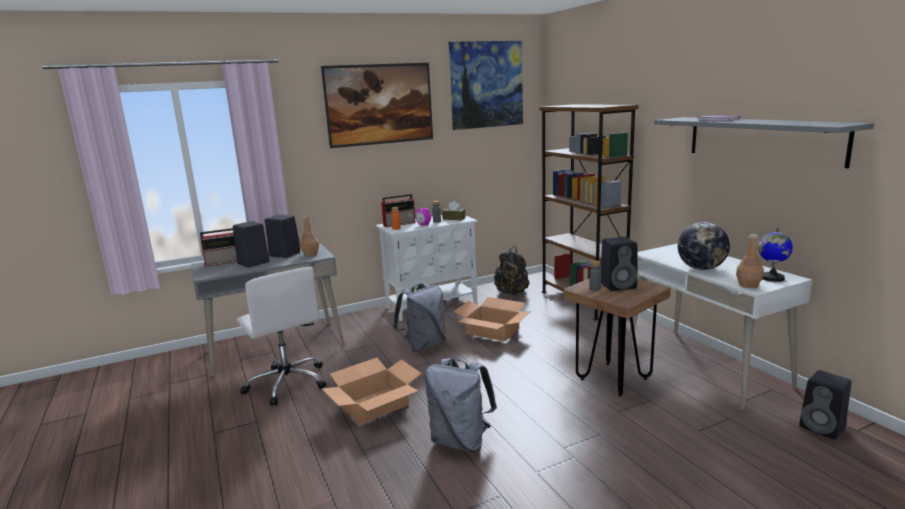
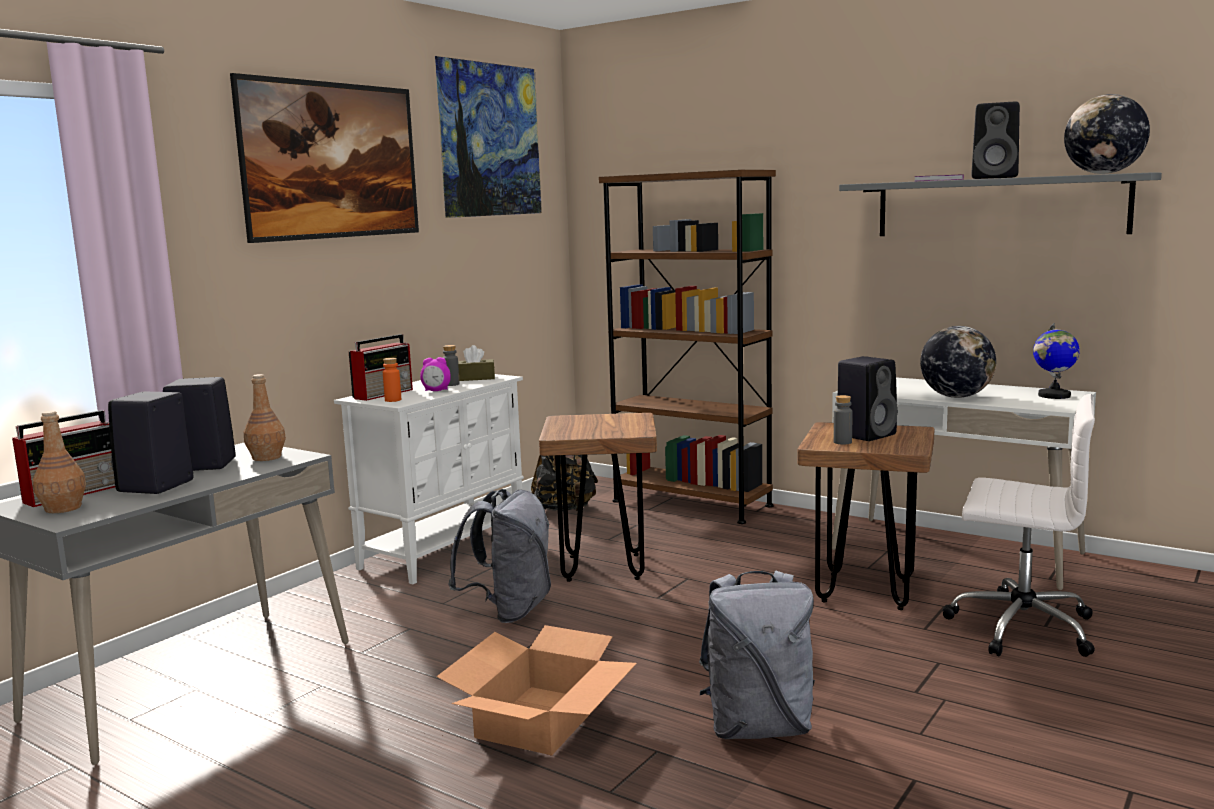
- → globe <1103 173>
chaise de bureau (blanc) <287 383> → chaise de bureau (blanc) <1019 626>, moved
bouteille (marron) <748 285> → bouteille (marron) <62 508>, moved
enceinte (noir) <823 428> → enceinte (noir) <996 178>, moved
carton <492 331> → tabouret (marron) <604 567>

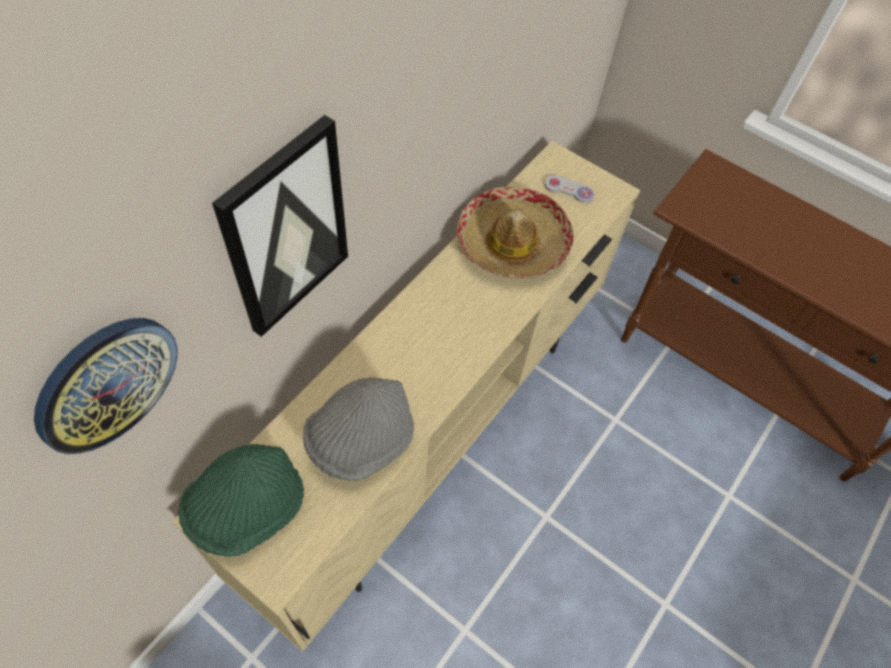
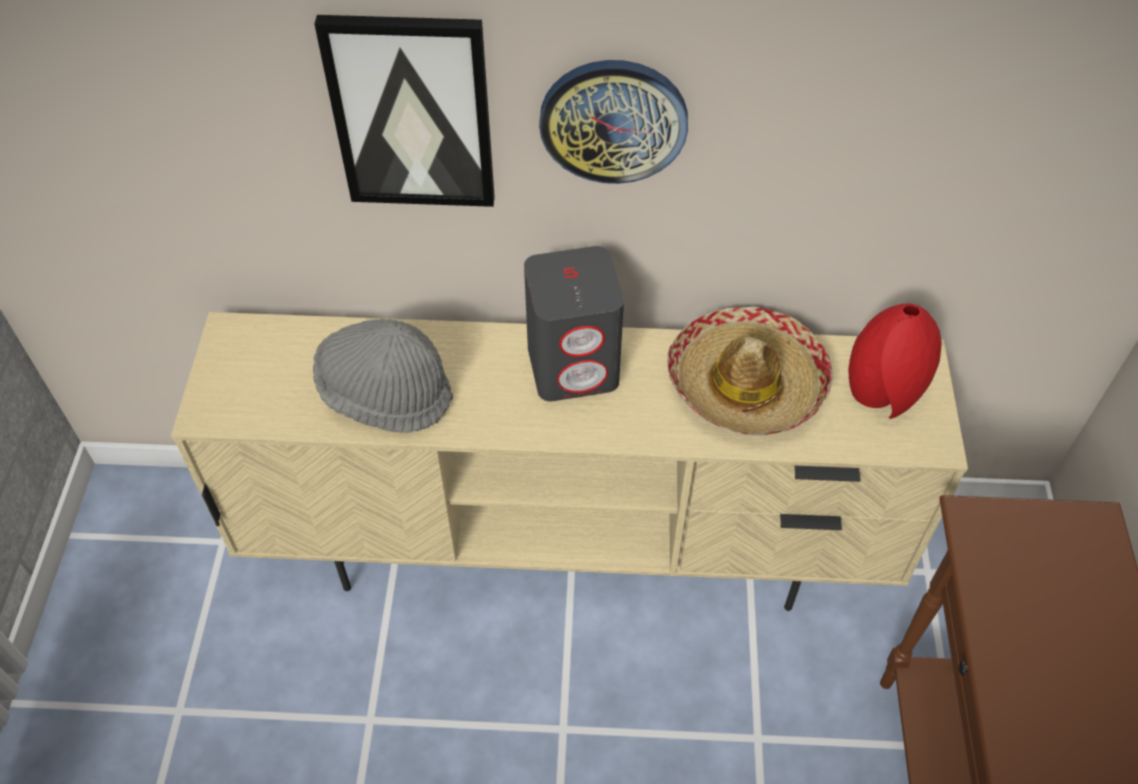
chapeau (vert) <247 509> → -
- → enceinte (gris) <574 365>
horloge murale <107 383> → horloge murale <613 120>, moved
manette (blanc) <568 190> → vase (rouge) <883 395>

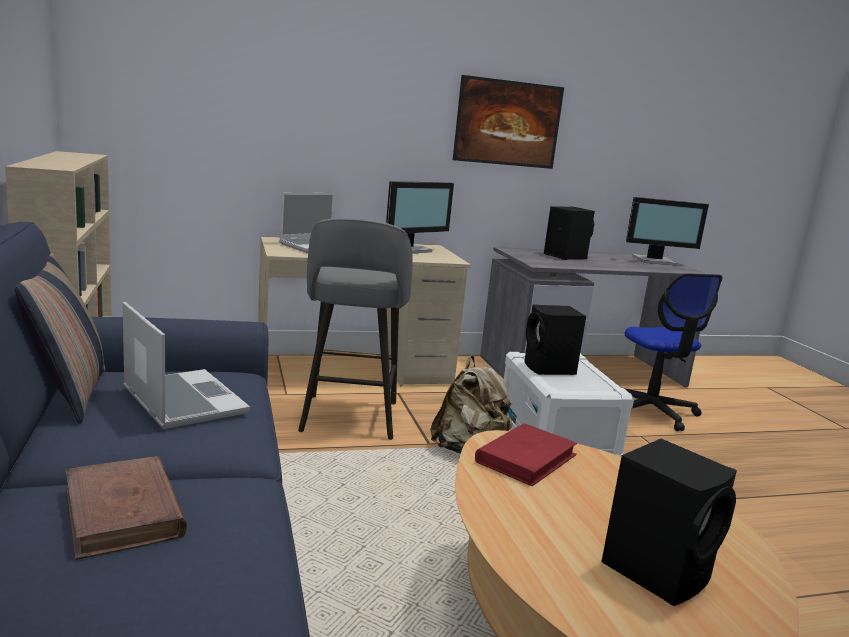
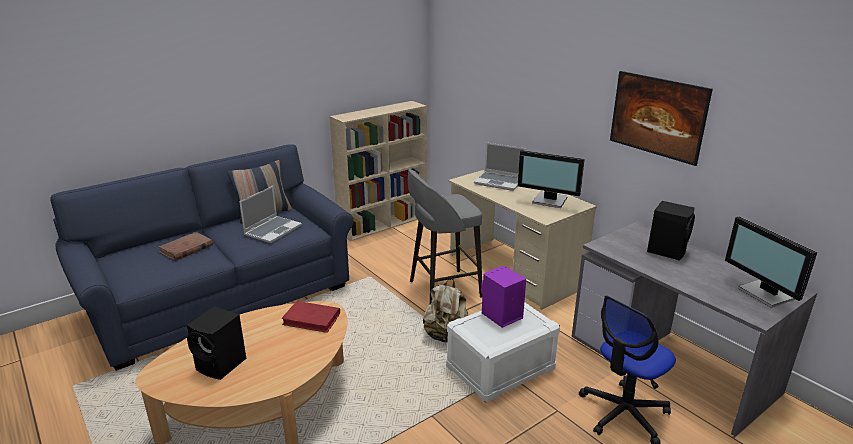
enceinte (noir) <549 369> → enceinte (violet) <500 316>

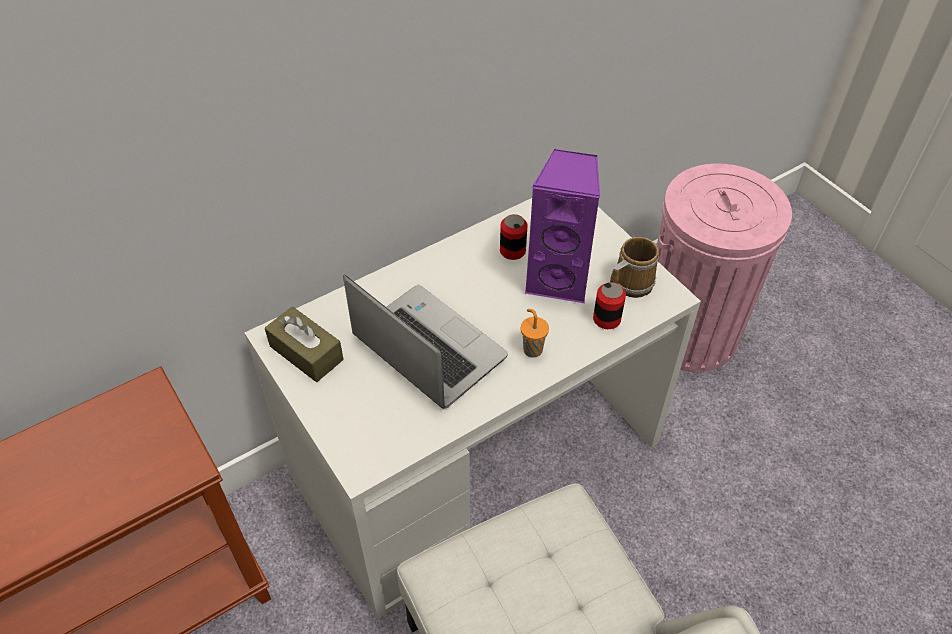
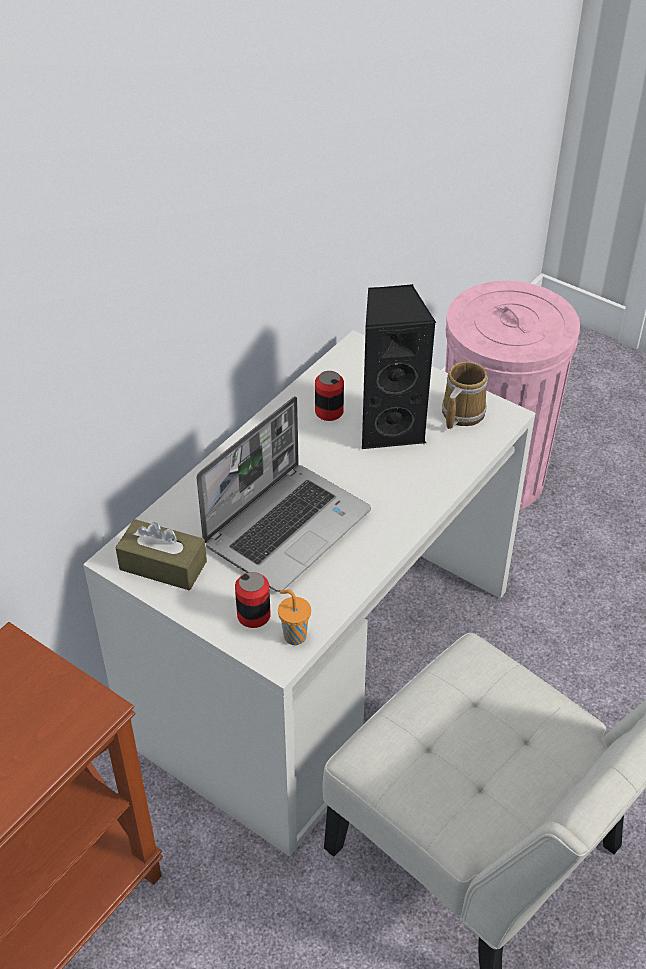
tasse (orange) <532 349> → tasse (orange) <294 635>, moved
boîte métallique <606 319> → boîte métallique <253 615>, moved
enceinte (violet) <559 280> → enceinte (noir) <390 427>
ordinateur portable <426 348> → ordinateur portable <287 526>, 105 degrees clockwise

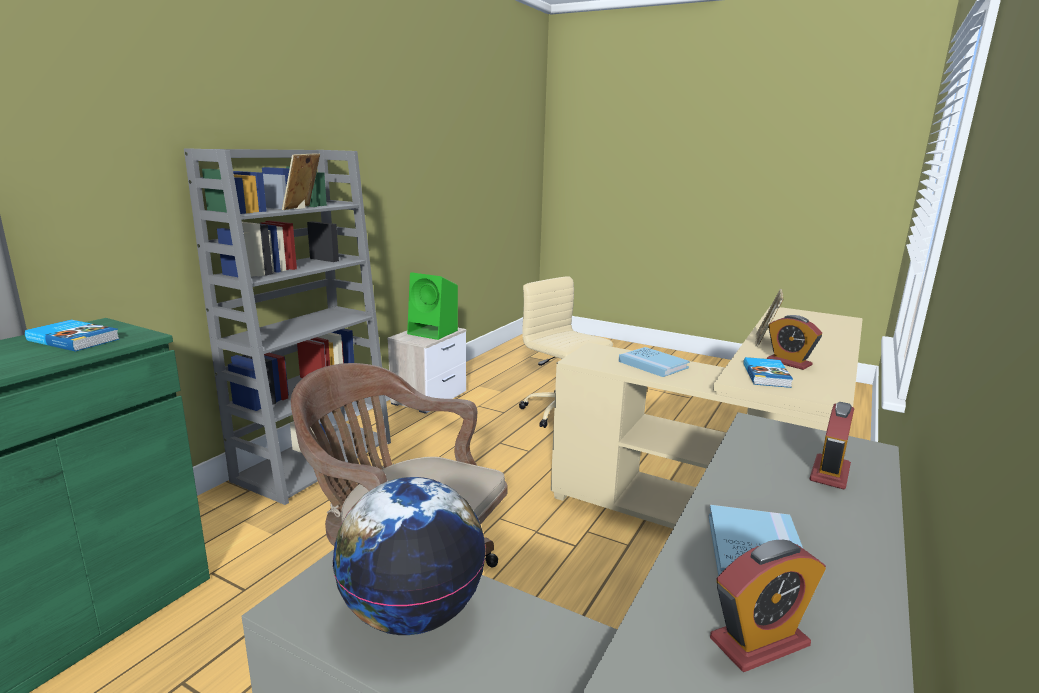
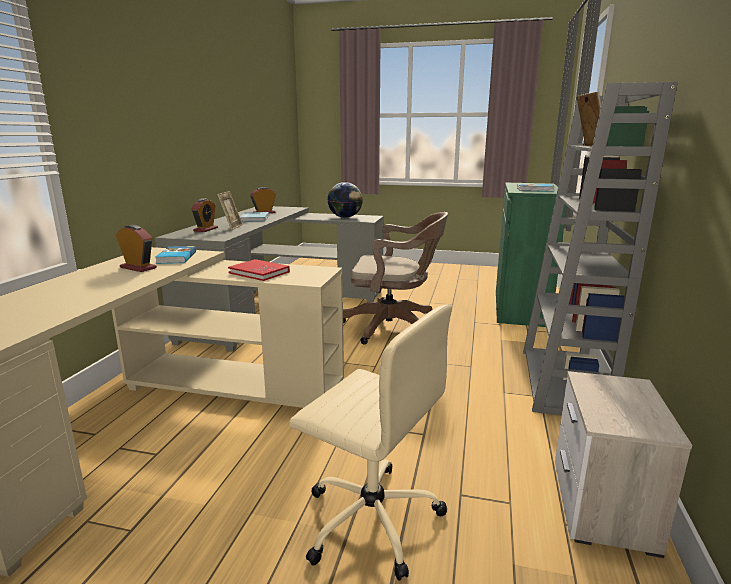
enceinte (vert) <434 332> → -
cadre photo <765 341> → cadre photo <232 227>, moved
livre (bleu) <653 364> → livre (rouge) <259 272>

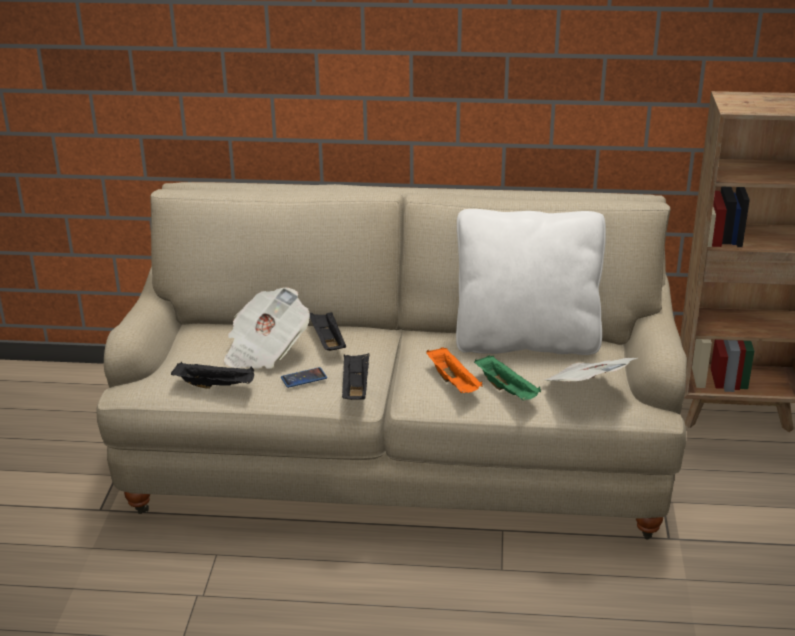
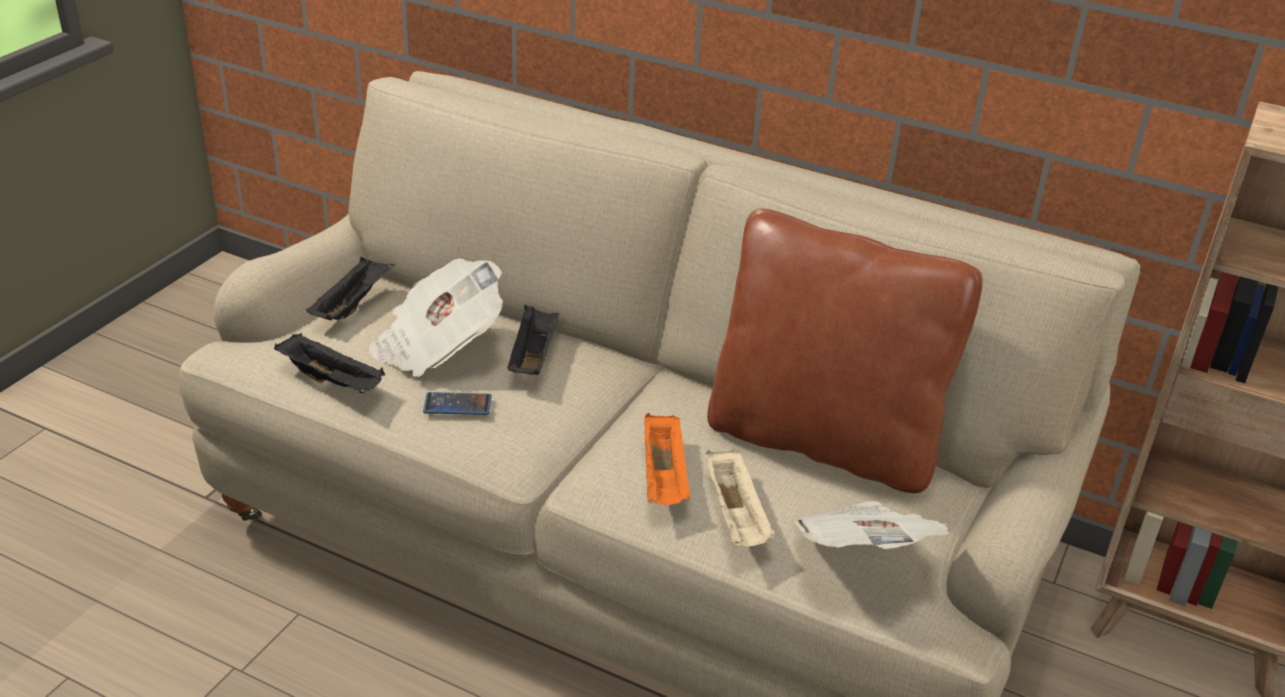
plateau (noir) <355 388> → plateau (noir) <352 304>, moved
coussin (blanc) <526 342> → coussin (marron) <823 440>
plateau (vert) <507 390> → plateau (beige) <736 516>

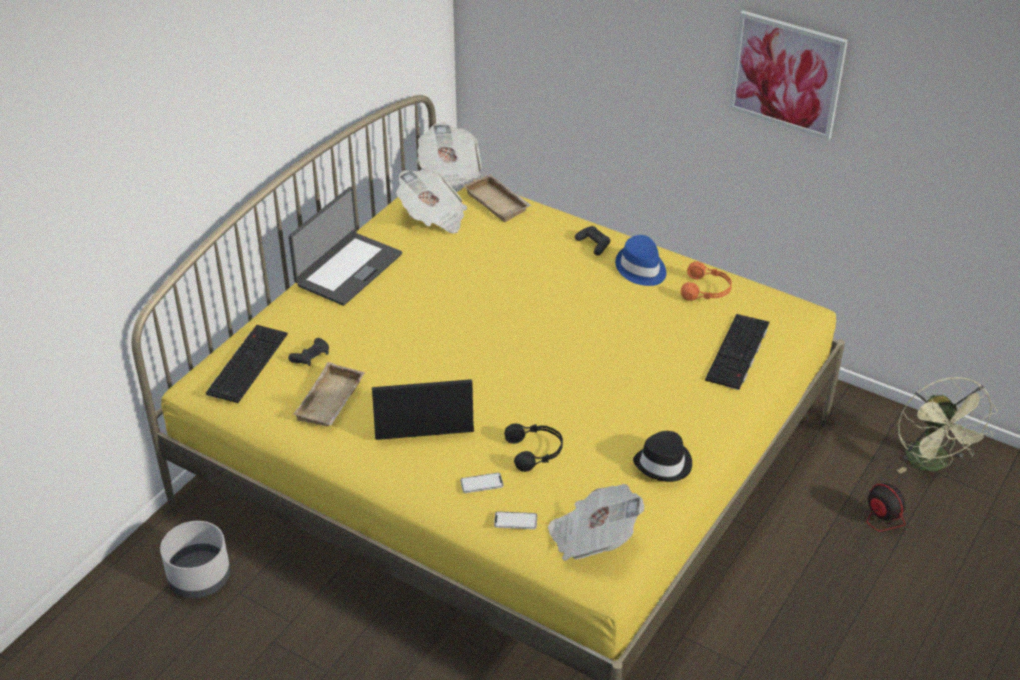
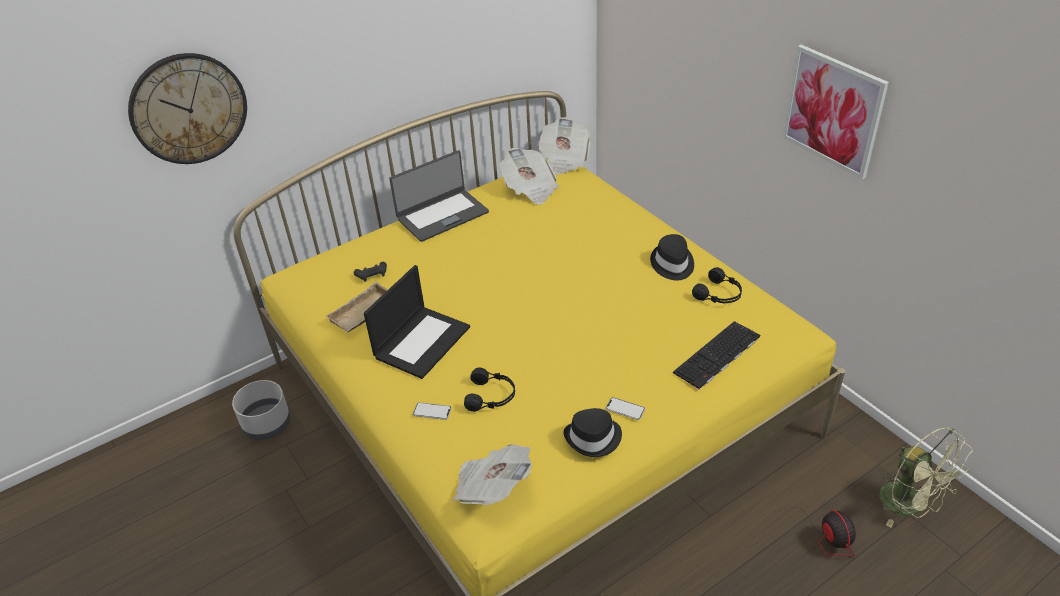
clavier <246 362> → -
plateau (beige) <499 202> → -
manette (noir) <593 244> → -
- → horloge murale <188 109>
téléphone <515 521> → téléphone <625 409>, moved
chapeau (bleu) <641 269> → chapeau (noir) <672 264>
casque audio (orange) <706 290> → casque audio (noir) <719 294>
ordinateur portable <421 415> → ordinateur portable <422 341>, 105 degrees clockwise
ventilateur (vert) <932 464> → ventilateur (vert) <909 505>, 45 degrees counterclockwise

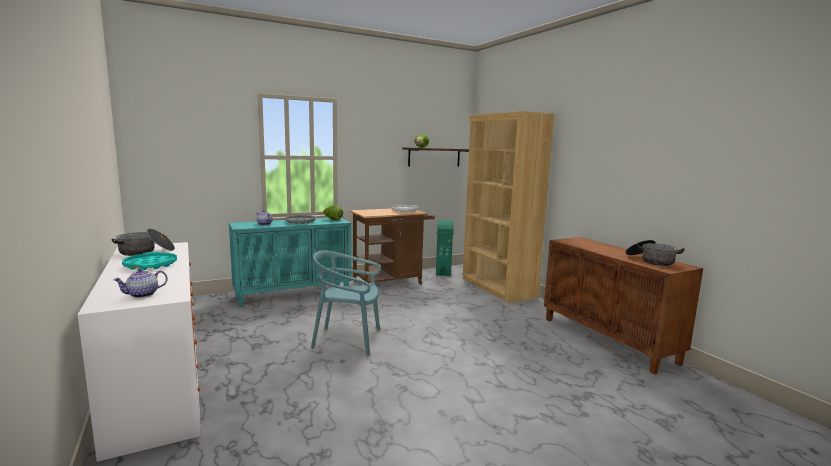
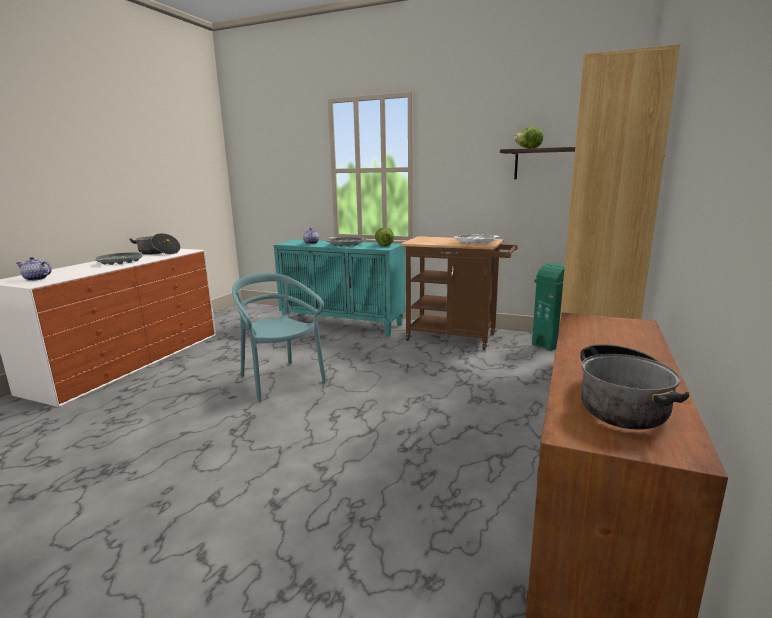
plateau (turquoise) <151 265> → plateau (gris) <120 262>

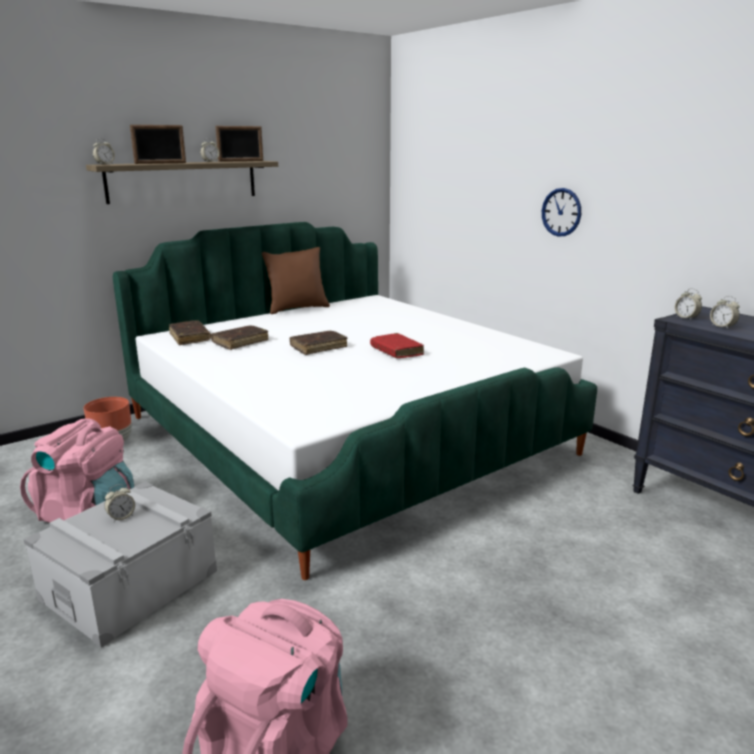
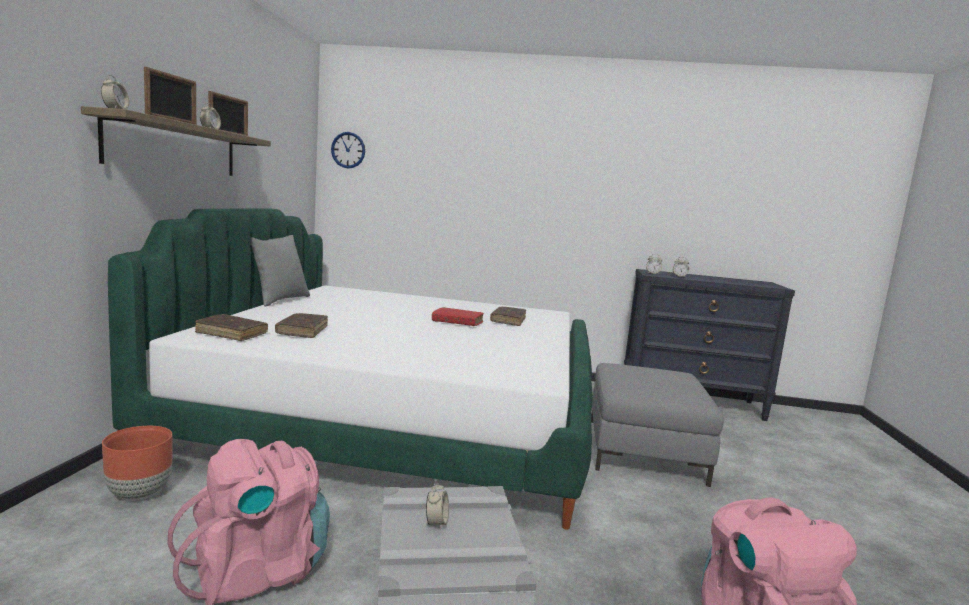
- → pouf (gris) <643 450>
livre (marron) <318 347> → livre (marron) <508 321>, moved
horloge murale <561 212> → horloge murale <348 150>, moved
coussin (marron) <297 308> → coussin (gris) <280 300>

